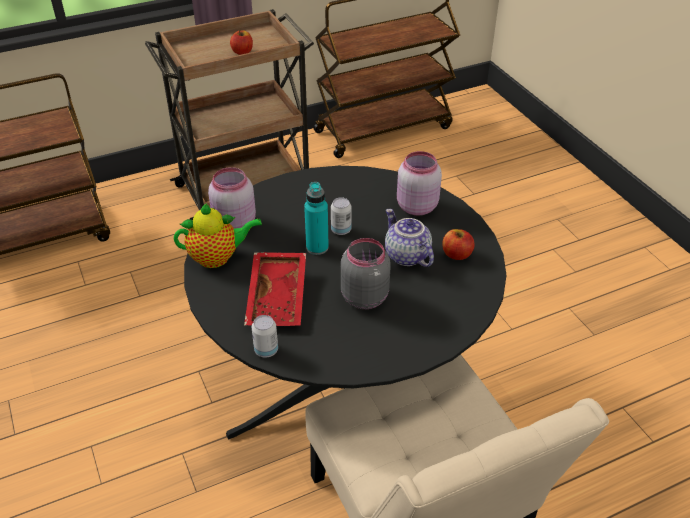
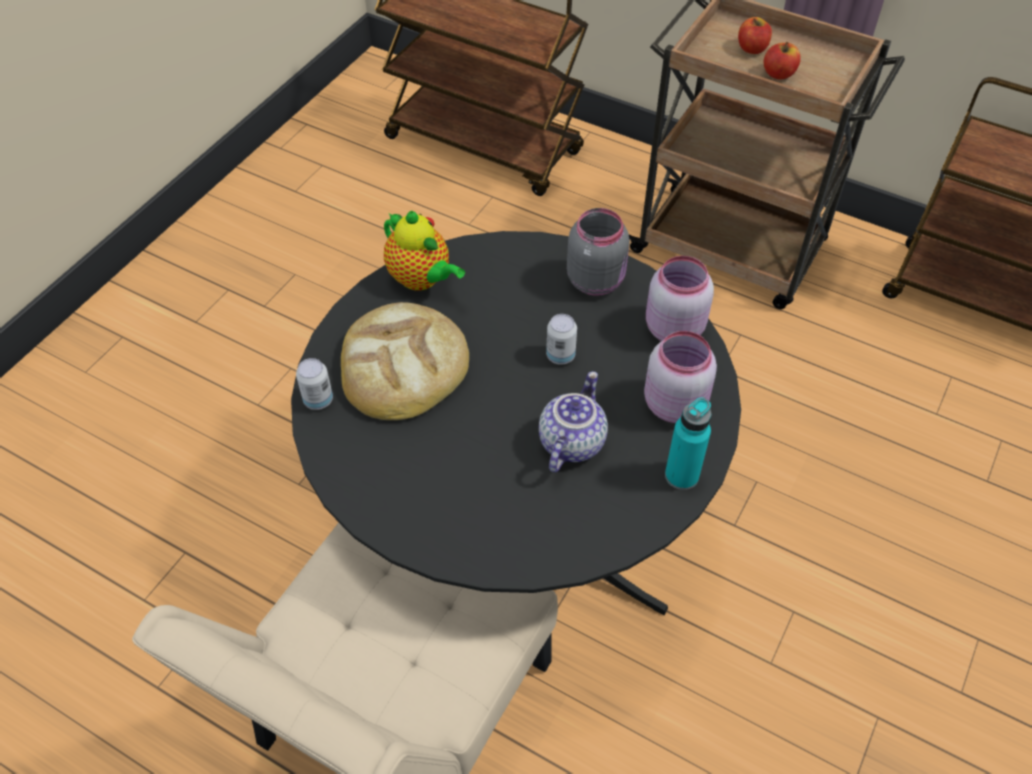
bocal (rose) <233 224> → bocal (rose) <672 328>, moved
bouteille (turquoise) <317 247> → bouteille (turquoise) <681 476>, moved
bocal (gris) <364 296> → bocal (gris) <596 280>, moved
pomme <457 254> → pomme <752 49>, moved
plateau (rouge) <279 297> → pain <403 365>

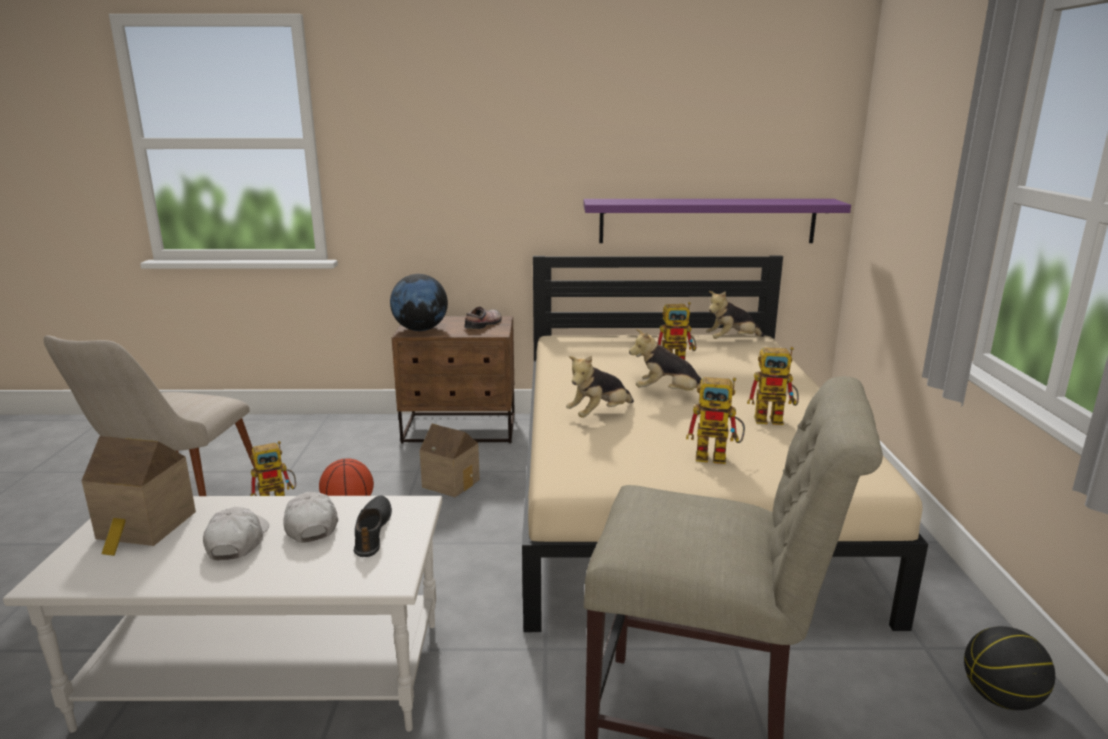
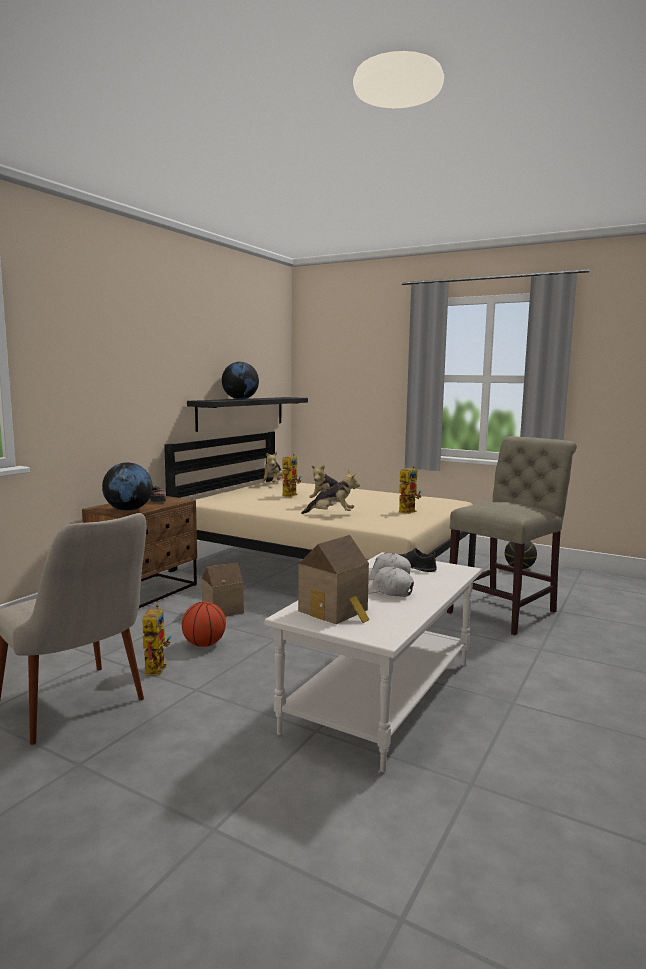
robot jouet <775 419> → -
- → globe <240 399>
étagère (violet) <707 221> → étagère (noir) <241 412>
peluche <599 415> → peluche <332 514>, 75 degrees counterclockwise

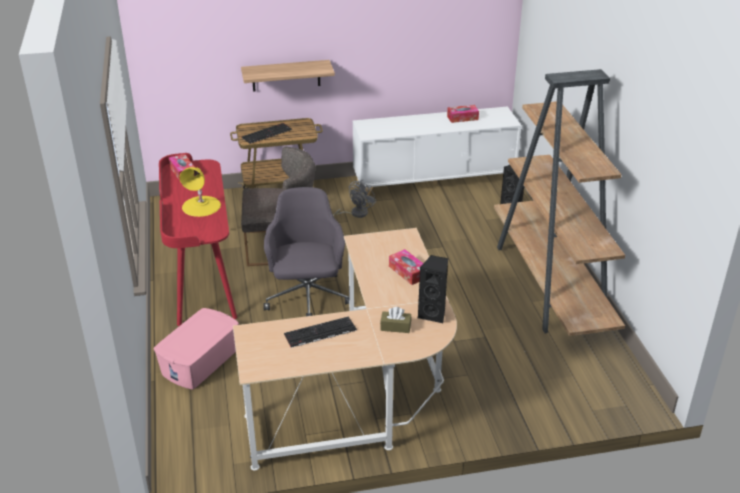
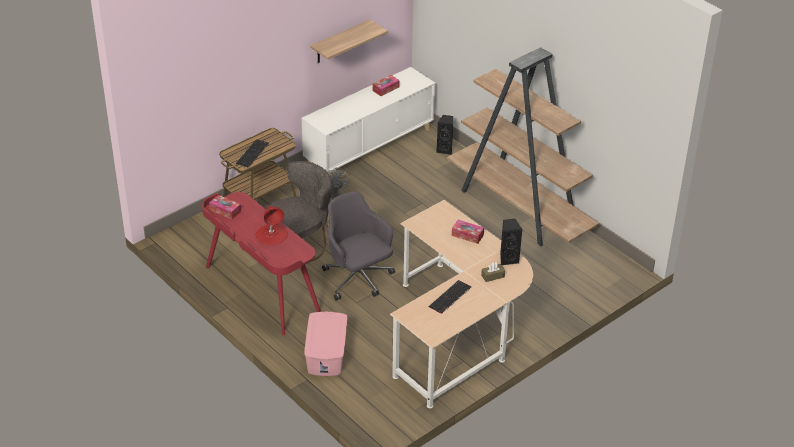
étagère <286 75> → étagère <340 42>, moved
lampe de table (jaune) <201 206> → lampe de table (rouge) <271 234>

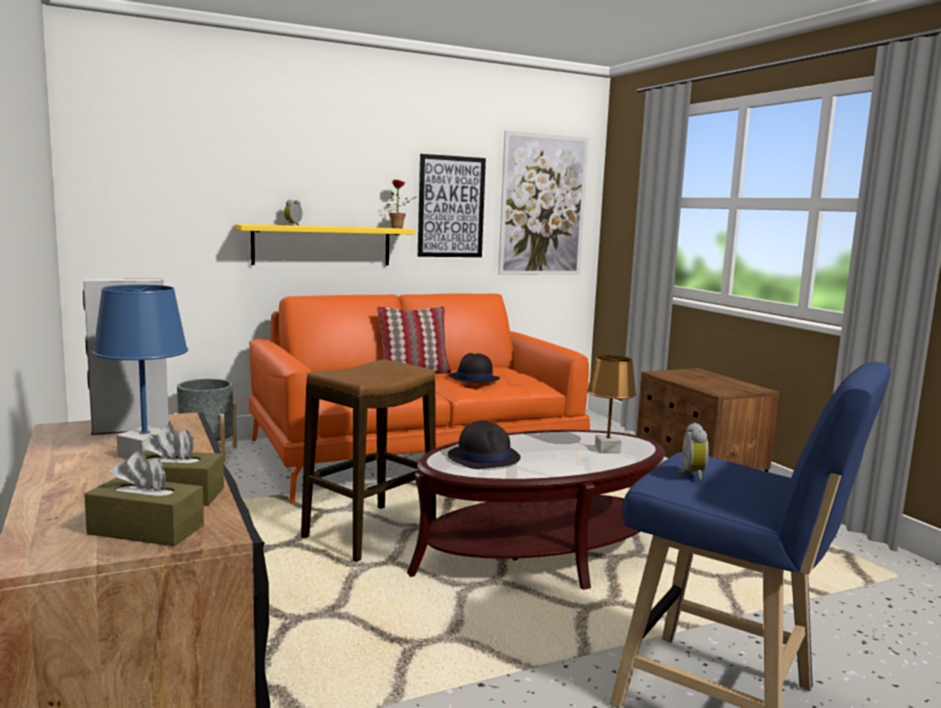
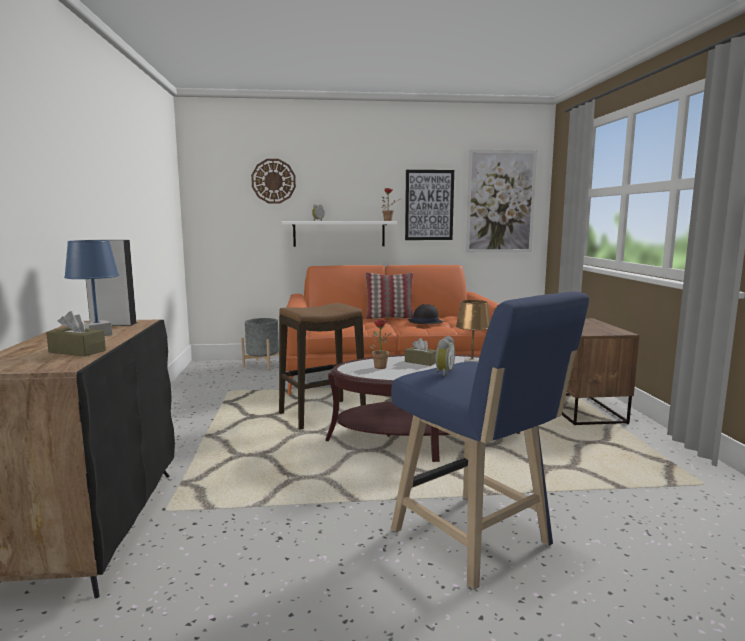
- → horloge murale <273 181>
boîte à mouchoirs (marron) <146 530> → boîte à mouchoirs (marron) <420 362>, moved
chapeau (noir) <484 457> → plante en pot <378 366>
étagère (jaune) <322 245> → étagère (blanc) <339 233>

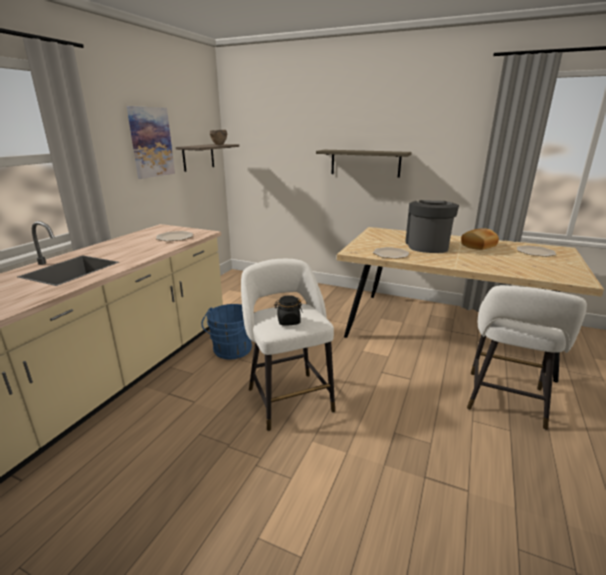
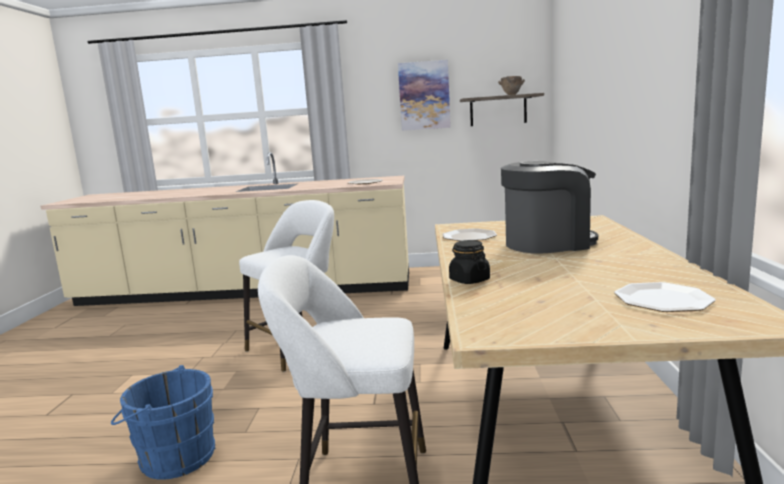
étagère <365 163> → -
pain <479 246> → -
seau (bleu) <231 350> → seau (bleu) <173 457>, moved
bocal (noir) <288 321> → bocal (noir) <469 280>, moved

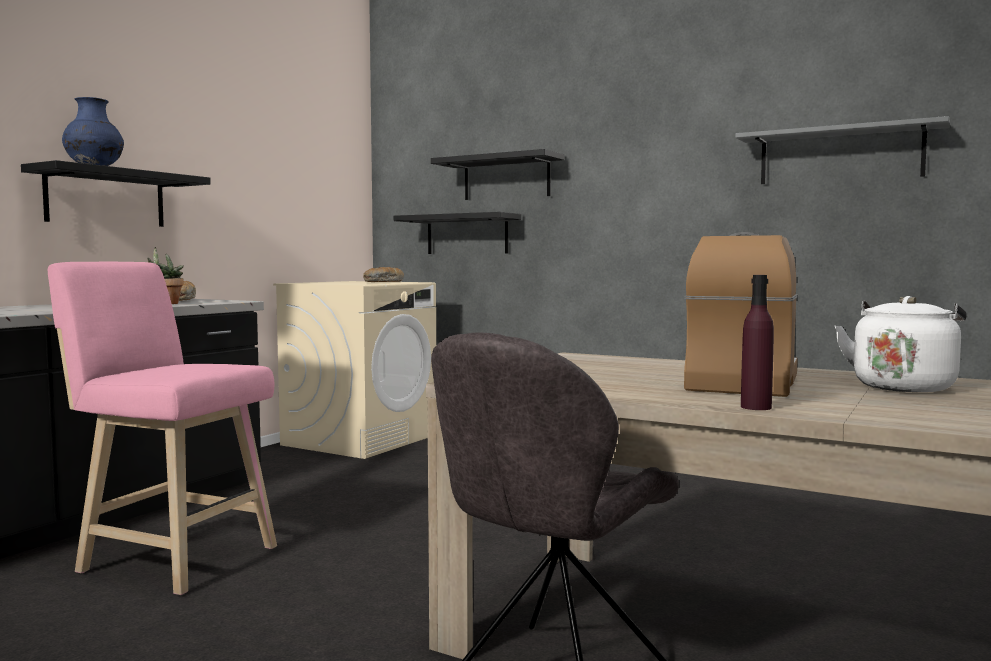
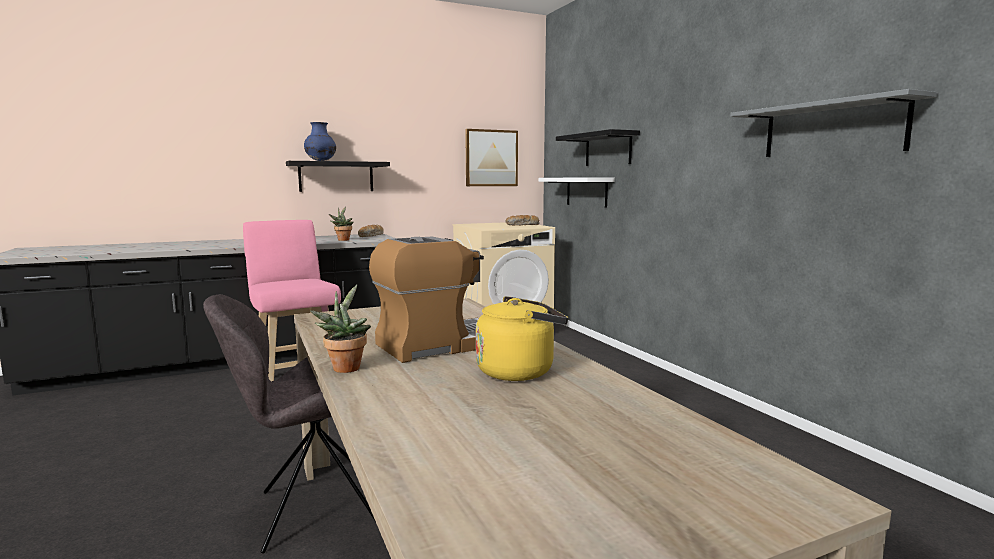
- → tableau <491 158>
bouteille (violet) <756 407> → plante en pot <345 367>
étagère (noir) <467 234> → étagère (blanc) <586 191>
bouilloire (blanc) <903 387> → bouilloire (jaune) <519 371>

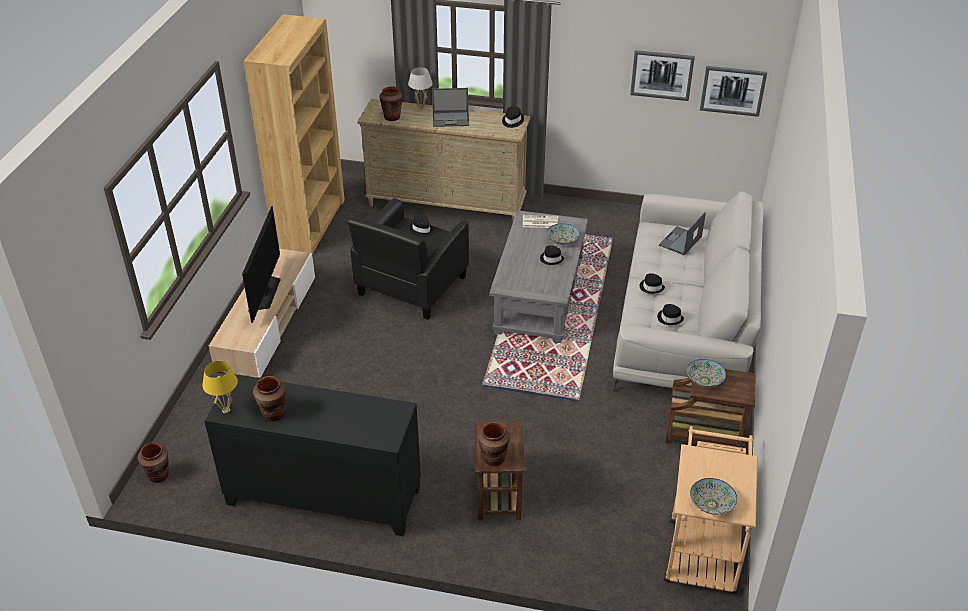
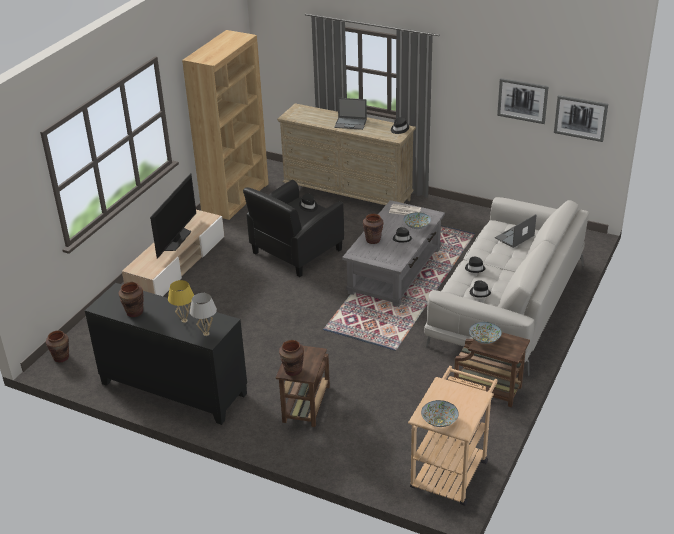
lampe de table (jaune) <226 410> → lampe de table (jaune) <184 321>, moved
vase (marron) <392 117> → vase (marron) <373 240>, moved
lampe de table (blanc) <421 108> → lampe de table (blanc) <206 334>, moved

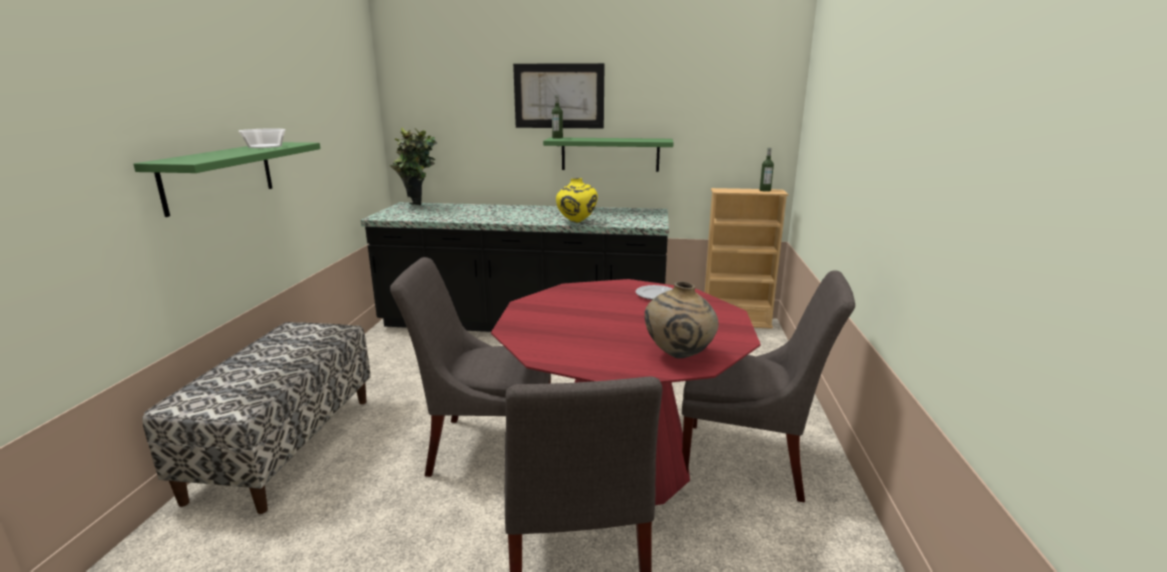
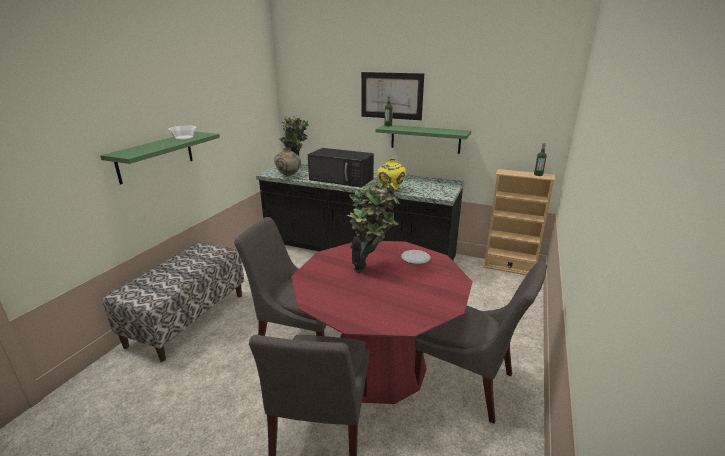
- → micro-ondes (noir) <342 179>
- → plante en pot <371 266>
vase (beige) <678 356> → vase (beige) <288 175>, moved

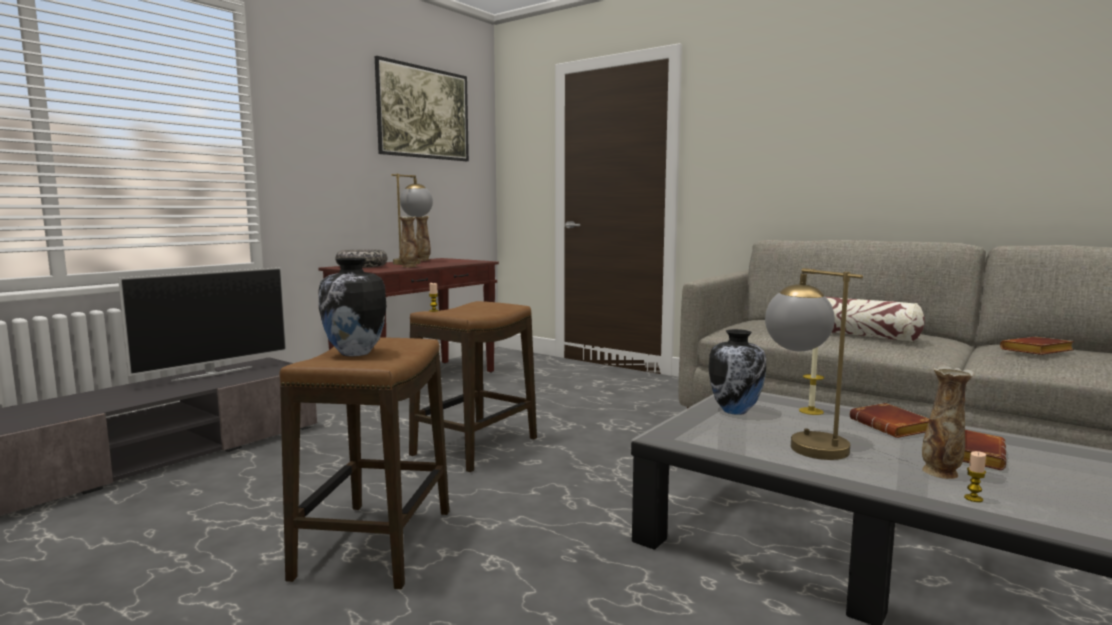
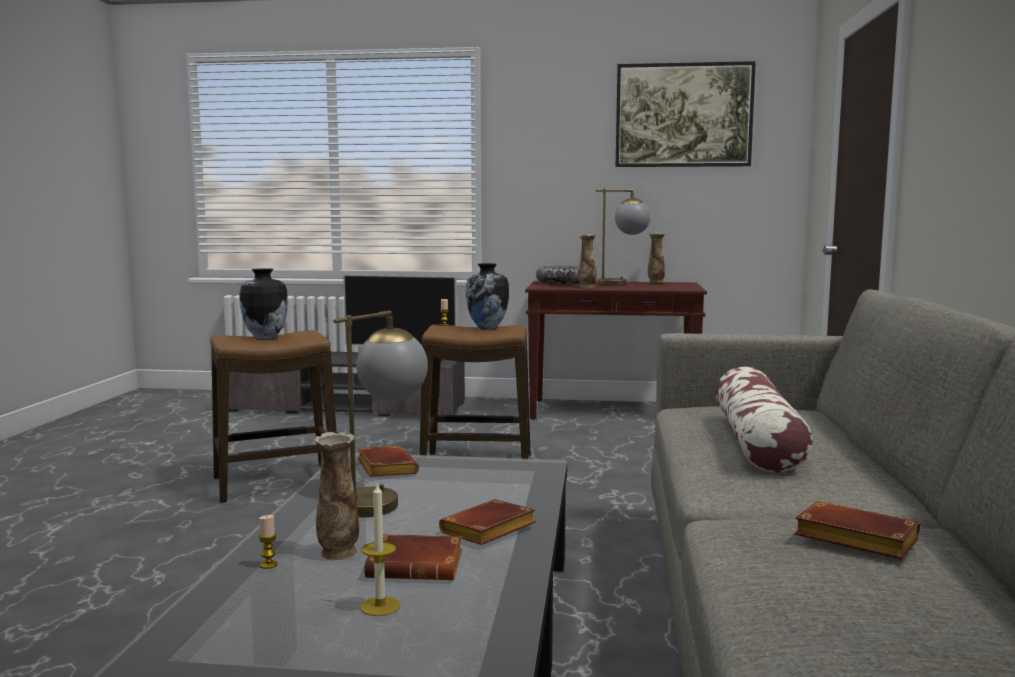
- → livre (marron) <384 468>
vase <736 411> → vase <487 327>, moved
bougie <811 411> → bougie <380 606>, moved

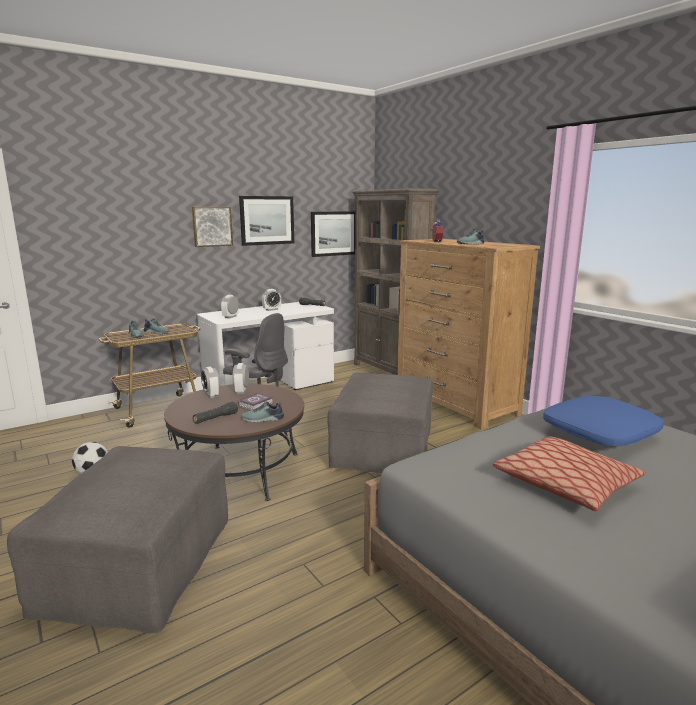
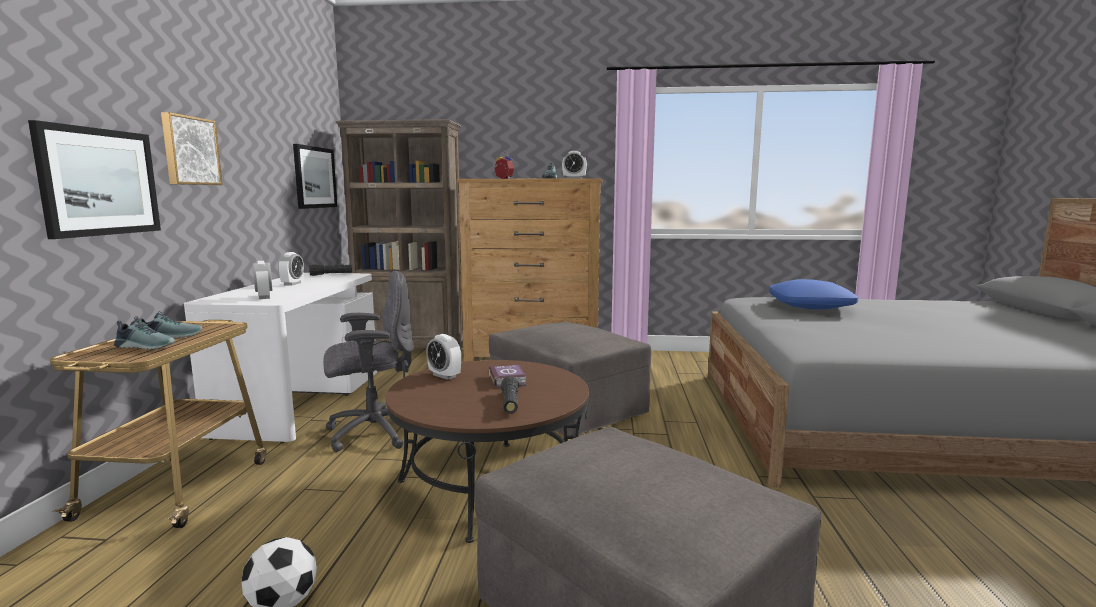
chaussure <262 419> → -
coussin <566 485> → -
réveil <211 395> → réveil <574 178>, moved
tableau <267 220> → tableau <99 182>, moved

